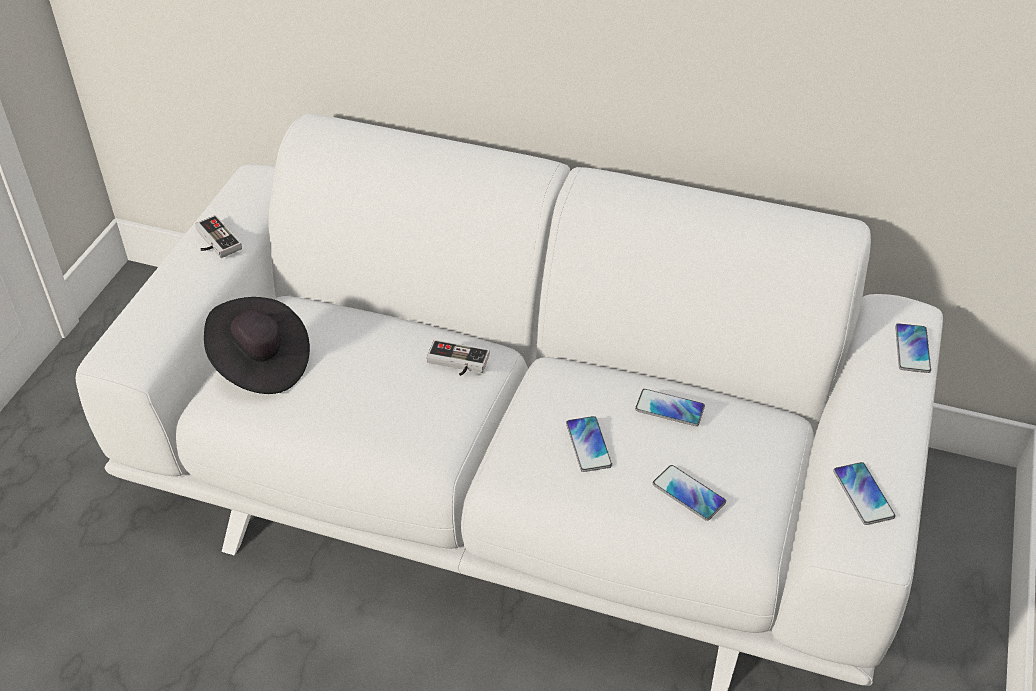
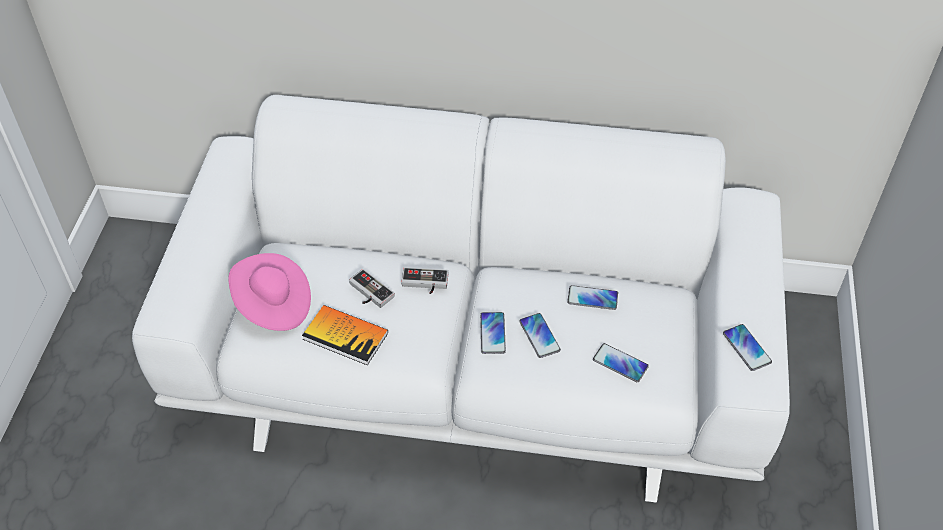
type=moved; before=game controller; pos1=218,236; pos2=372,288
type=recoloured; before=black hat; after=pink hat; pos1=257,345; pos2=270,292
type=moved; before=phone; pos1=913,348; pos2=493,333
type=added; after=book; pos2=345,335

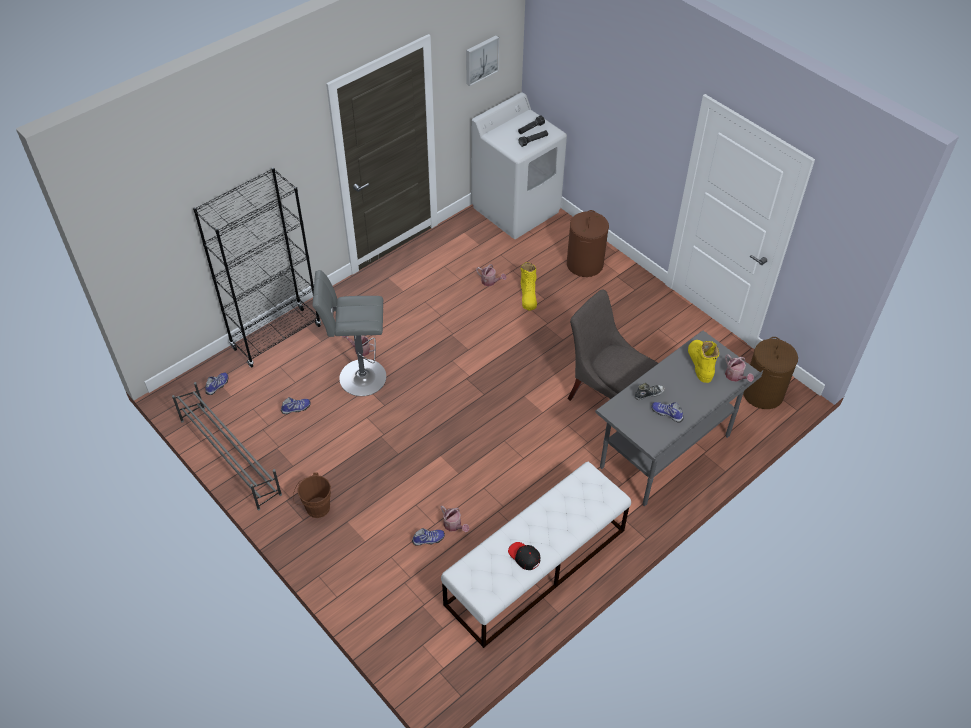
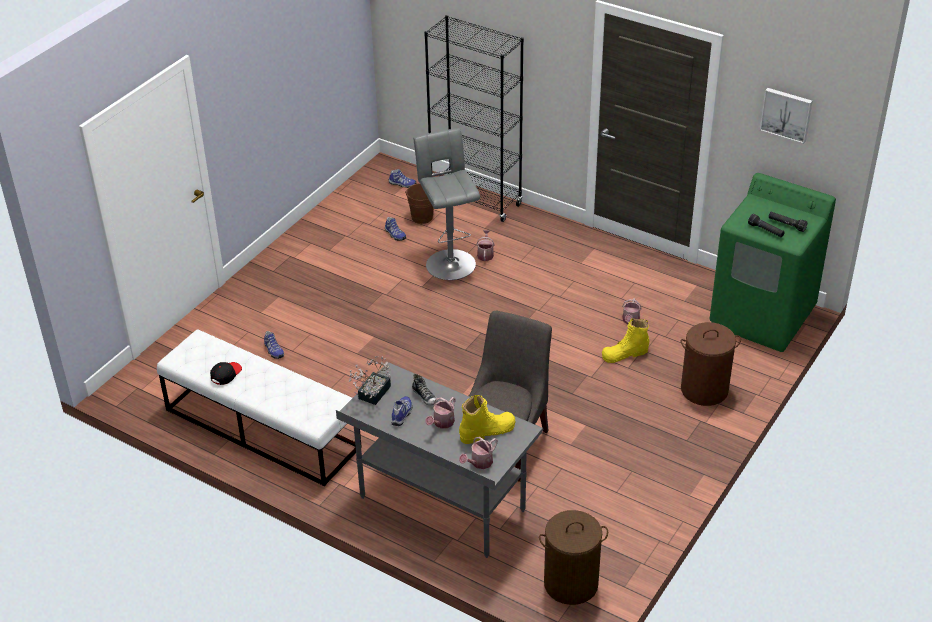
type=recoloured; before=white washing machine; after=green washing machine; pos1=519,165; pos2=772,262
type=removed; before=grey shoe rack; pos1=227,446
type=moved; before=brown bucket; pos1=312,495; pos2=419,203
type=moved; before=watering can; pos1=455,519; pos2=440,413
type=added; after=potted plant; pos2=370,380

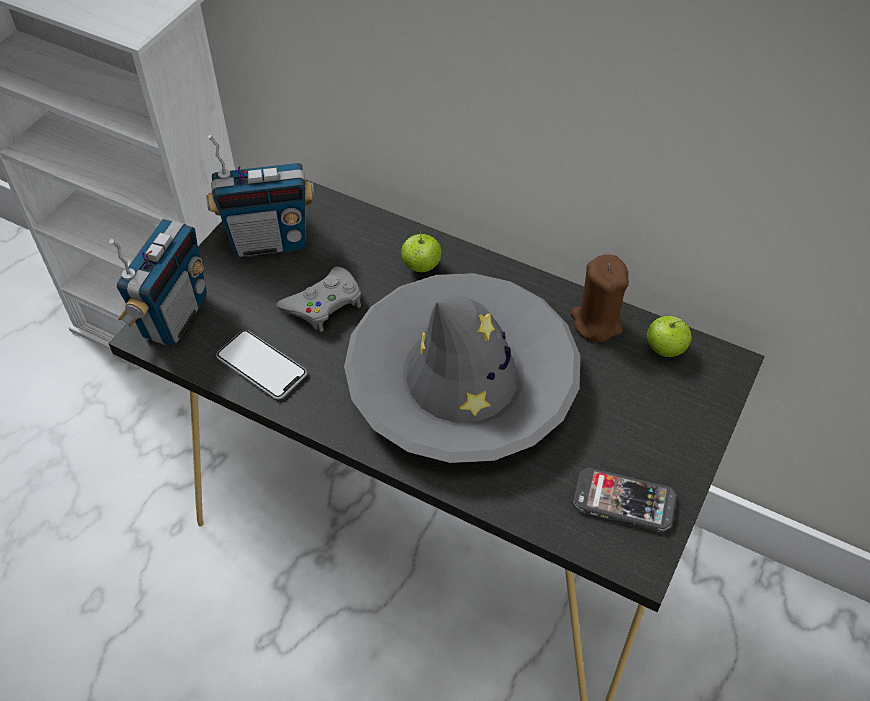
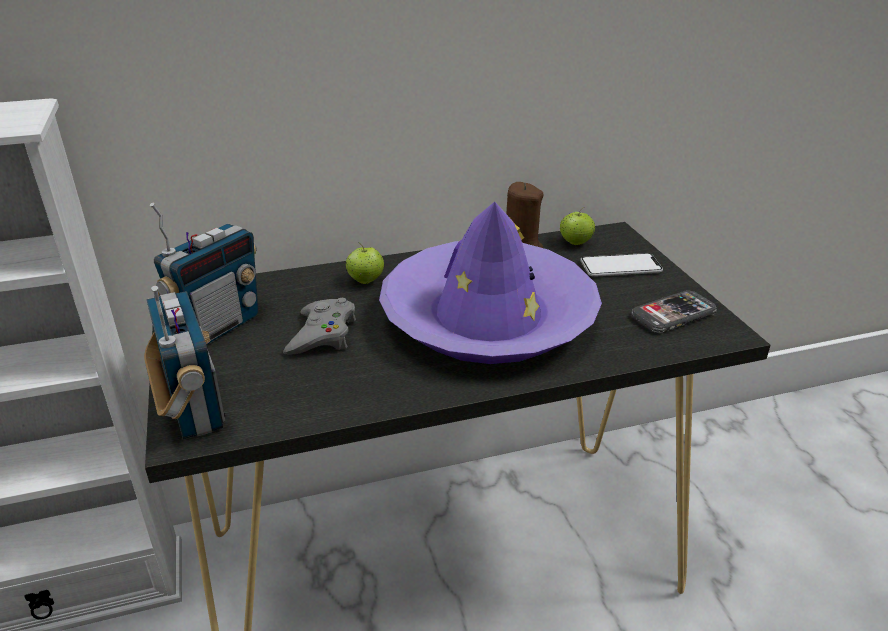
type=recoloured; before=grey hat; after=purple hat; pos1=462,368; pos2=490,283
type=moved; before=phone; pos1=261,364; pos2=621,265

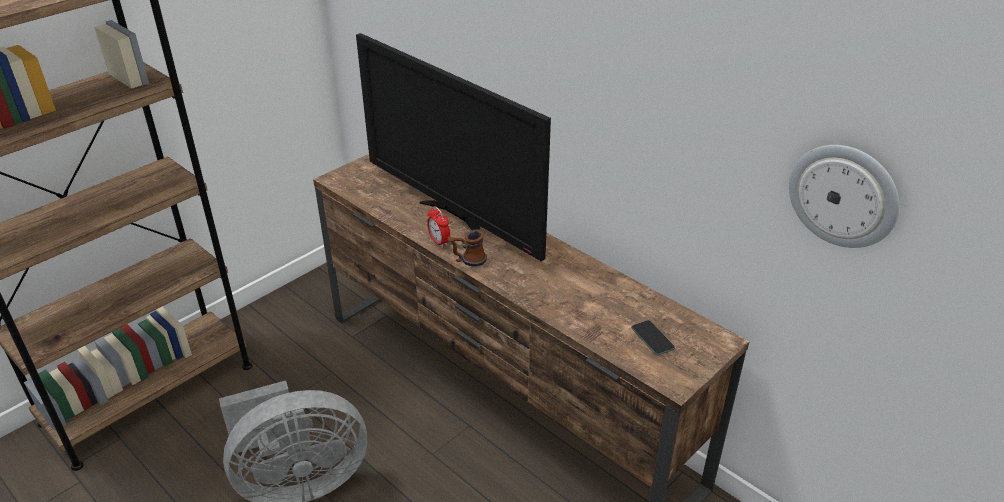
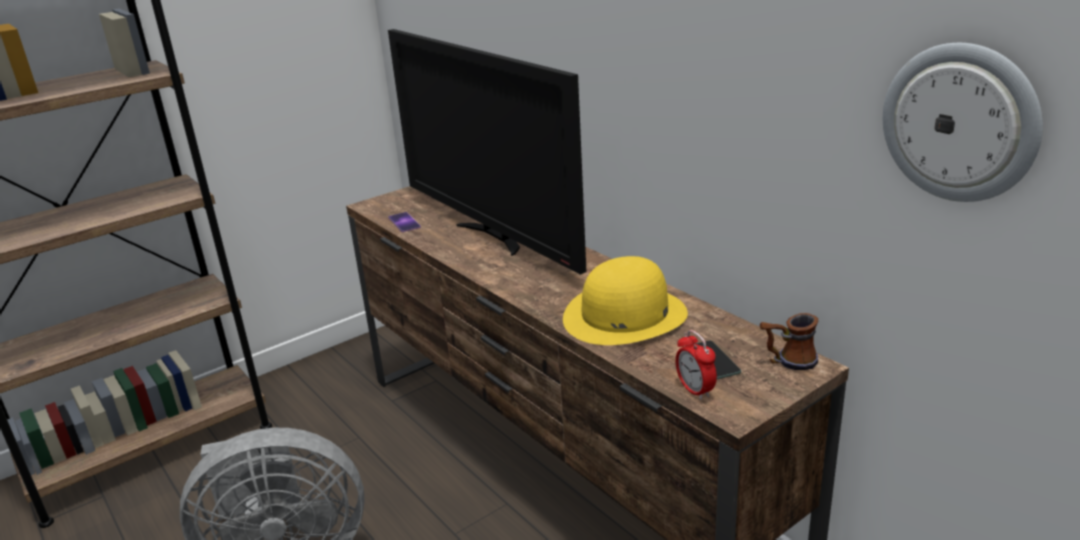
type=moved; before=alarm clock; pos1=438,226; pos2=696,365
type=moved; before=mug; pos1=467,247; pos2=789,341
type=added; after=phone; pos2=404,222
type=added; after=yellow hat; pos2=625,300

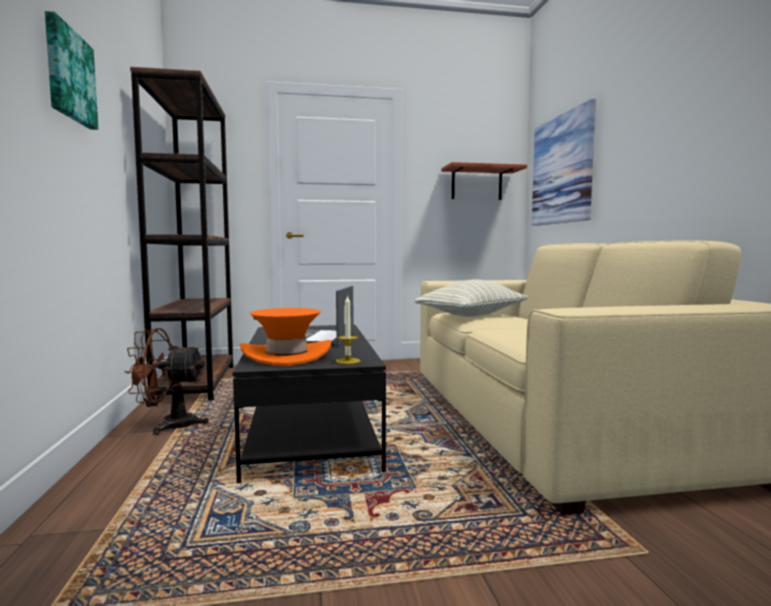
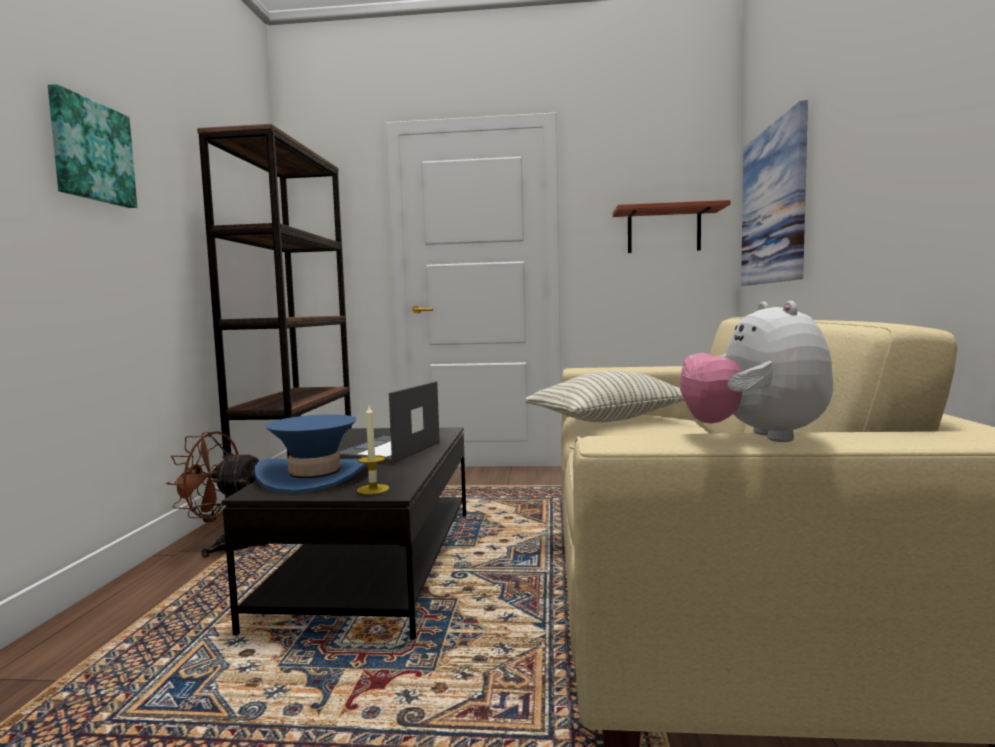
type=recoloured; before=orange hat; after=blue hat; pos1=285,337; pos2=311,454
type=added; after=plush toy; pos2=756,371

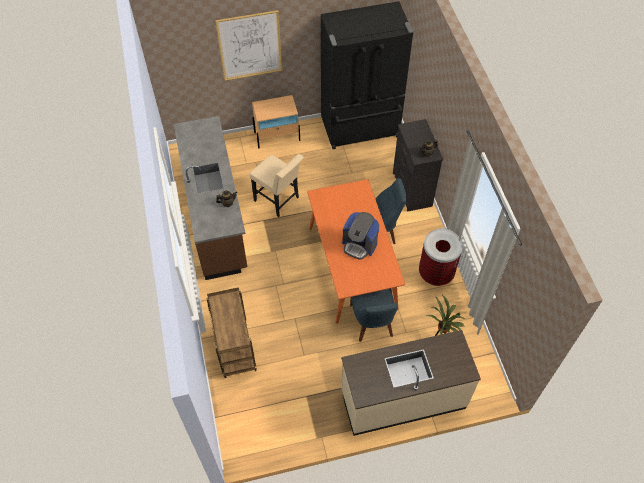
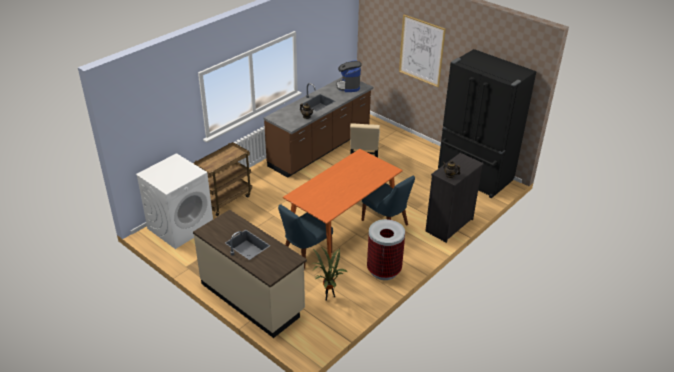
type=removed; before=beige nightstand; pos1=276,121
type=moved; before=coffee machine; pos1=360,236; pos2=349,76
type=added; after=white washing machine; pos2=174,201

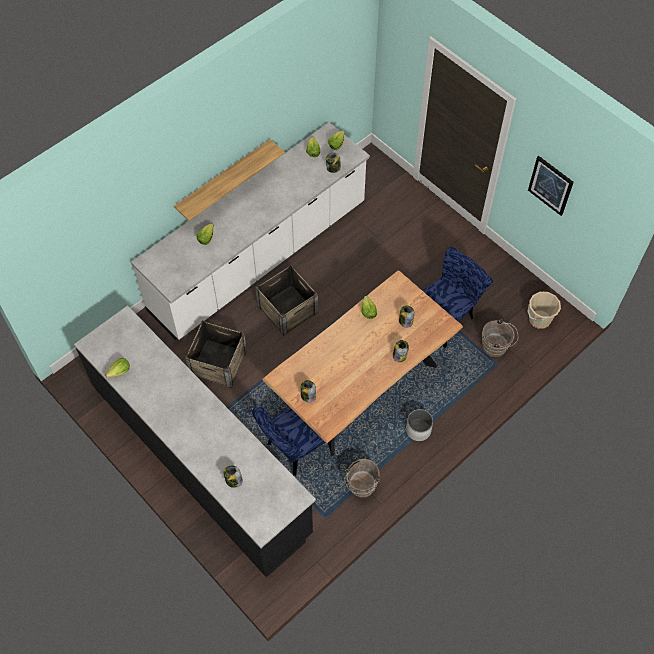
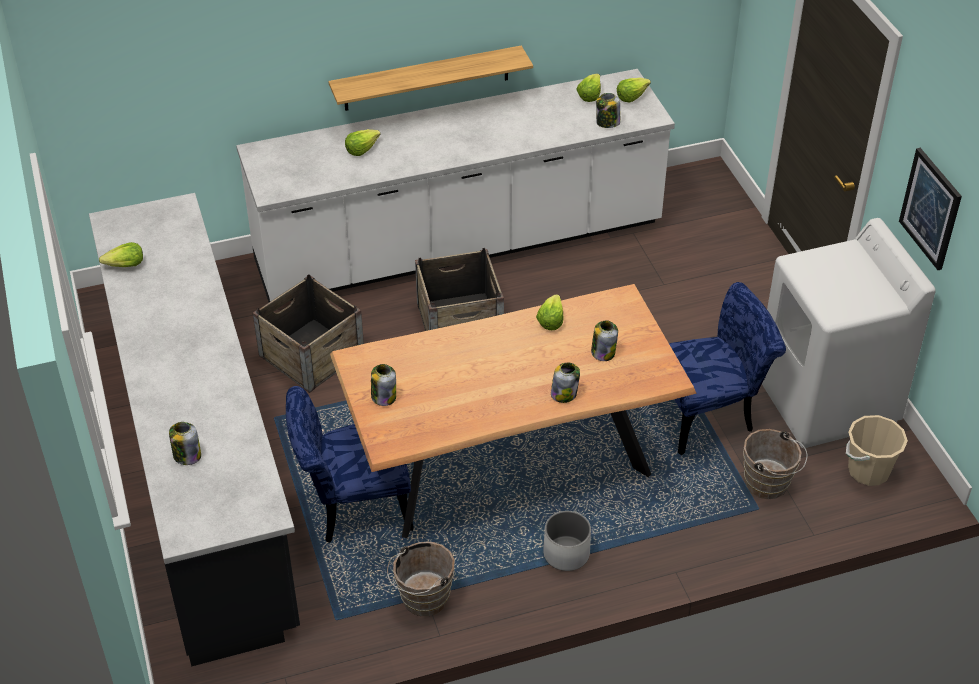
type=added; after=white washing machine; pos2=848,333

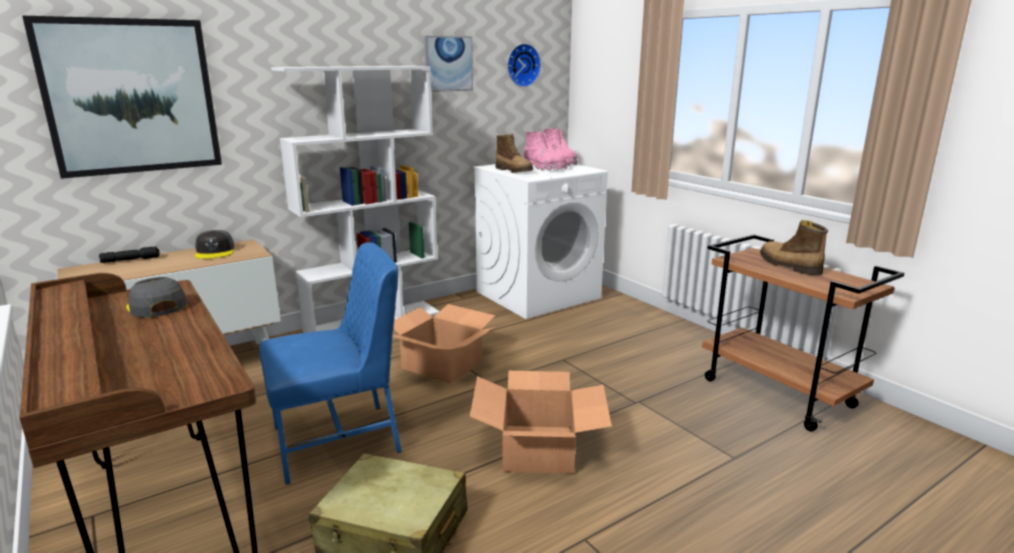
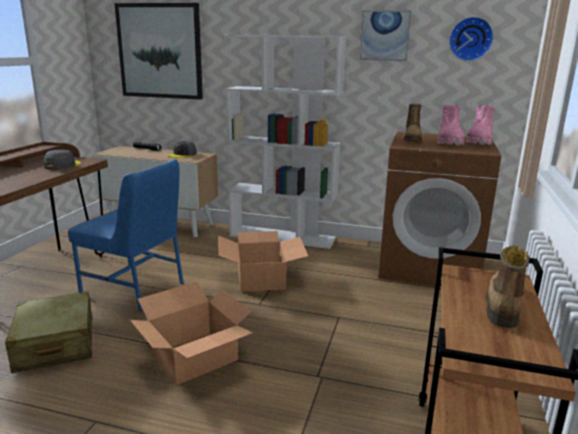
type=recoloured; before=white washing machine; after=brown washing machine; pos1=540,241; pos2=440,209

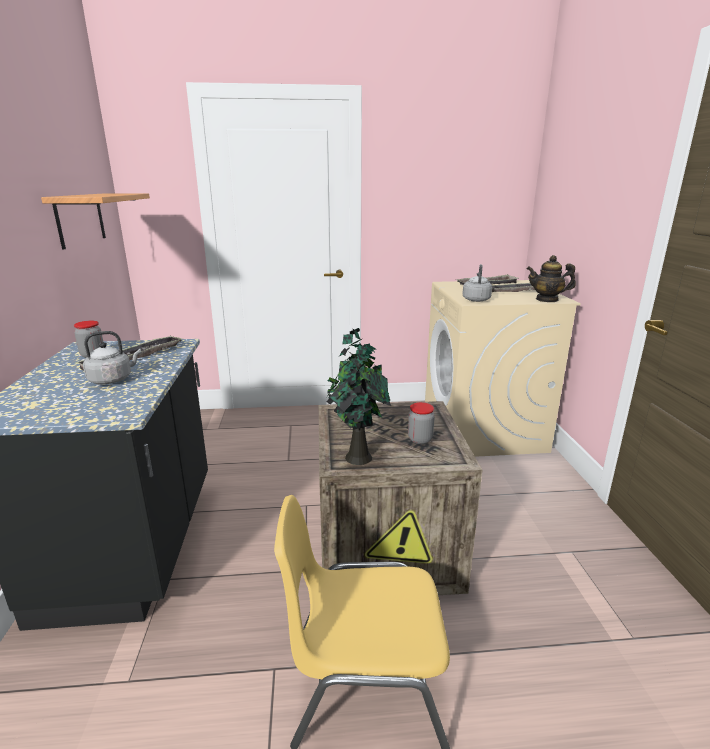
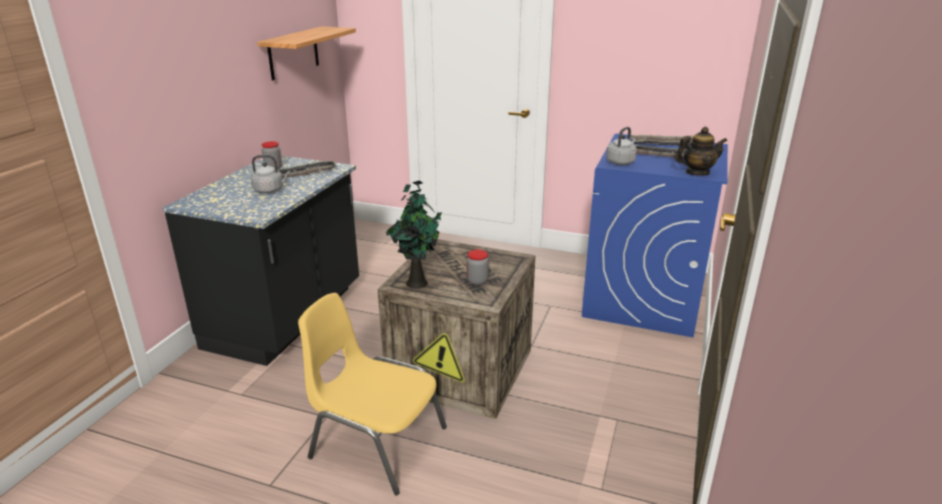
type=turned; before=teapot; pos1=551,278; pos2=701,151; turn=135
type=recoloured; before=beige washing machine; after=blue washing machine; pos1=503,368; pos2=655,236

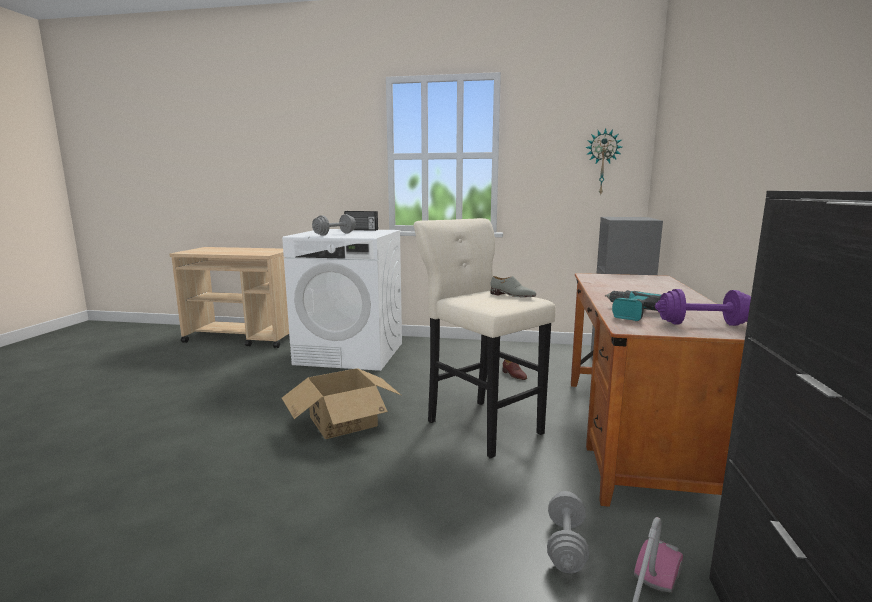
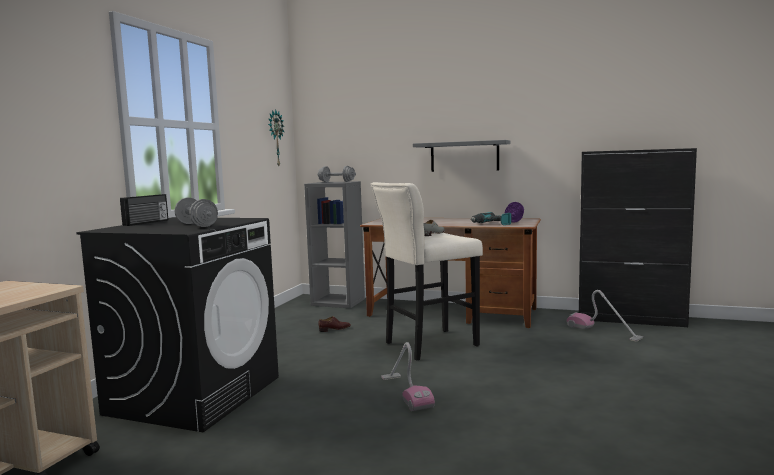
type=recoloured; before=white washing machine; after=black washing machine; pos1=342,300; pos2=177,324
type=replaced; before=cardboard box; after=vacuum cleaner; pos1=341,403; pos2=408,376
type=moved; before=grey dumbbell; pos1=568,532; pos2=336,174
type=added; after=grey shelf; pos2=461,156

